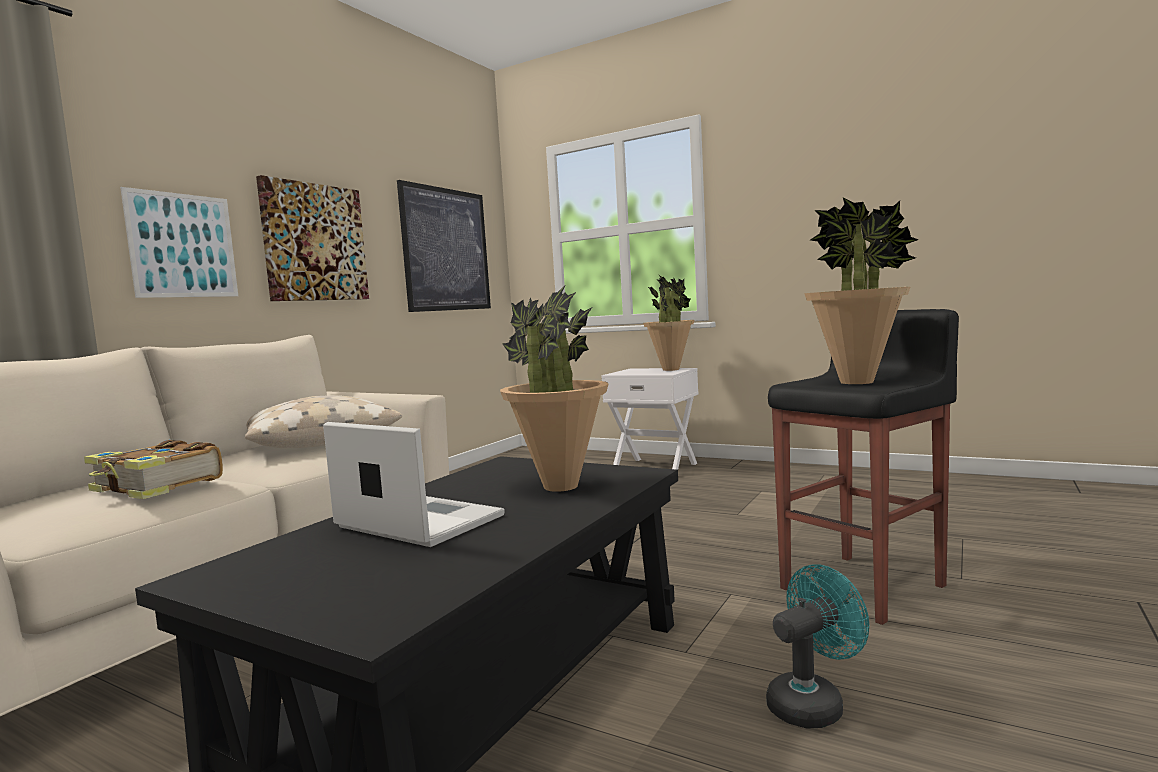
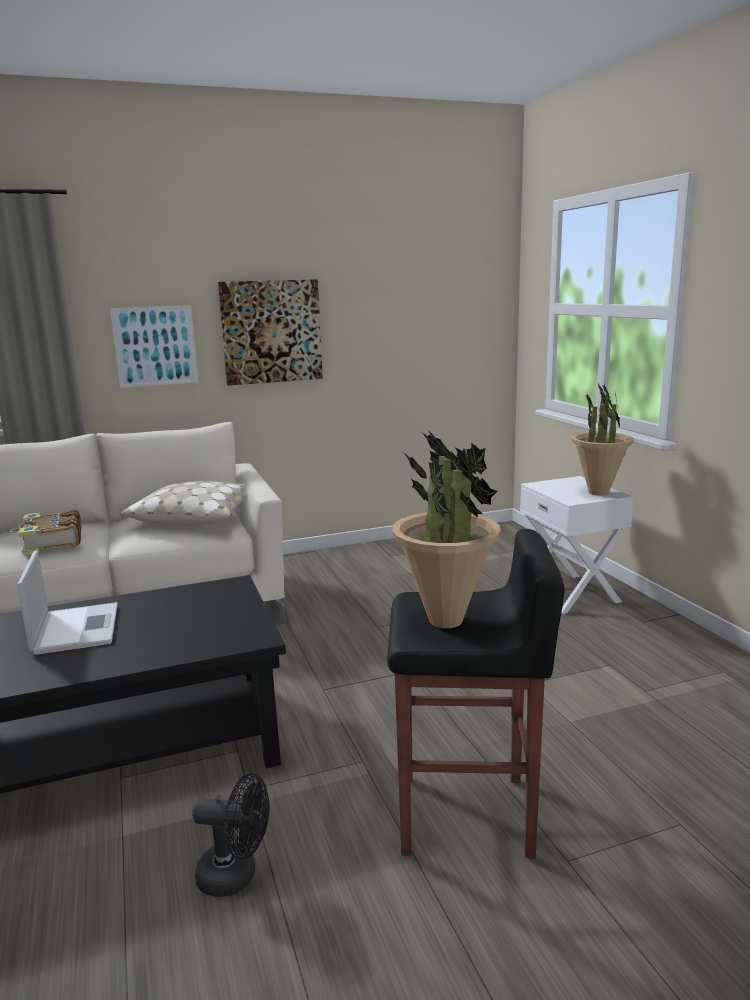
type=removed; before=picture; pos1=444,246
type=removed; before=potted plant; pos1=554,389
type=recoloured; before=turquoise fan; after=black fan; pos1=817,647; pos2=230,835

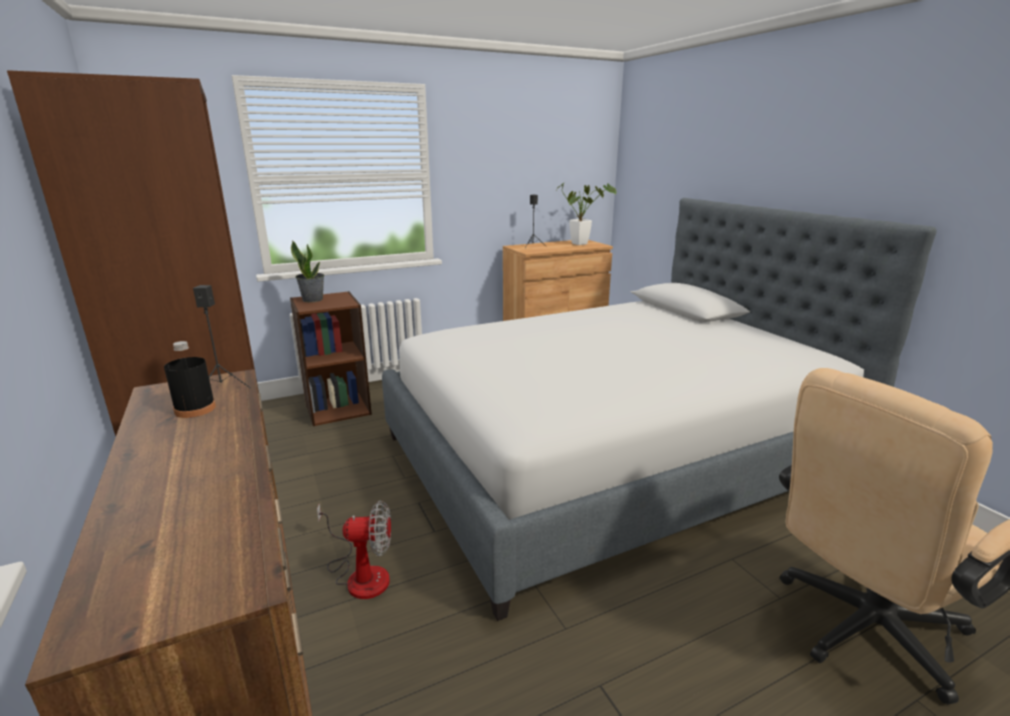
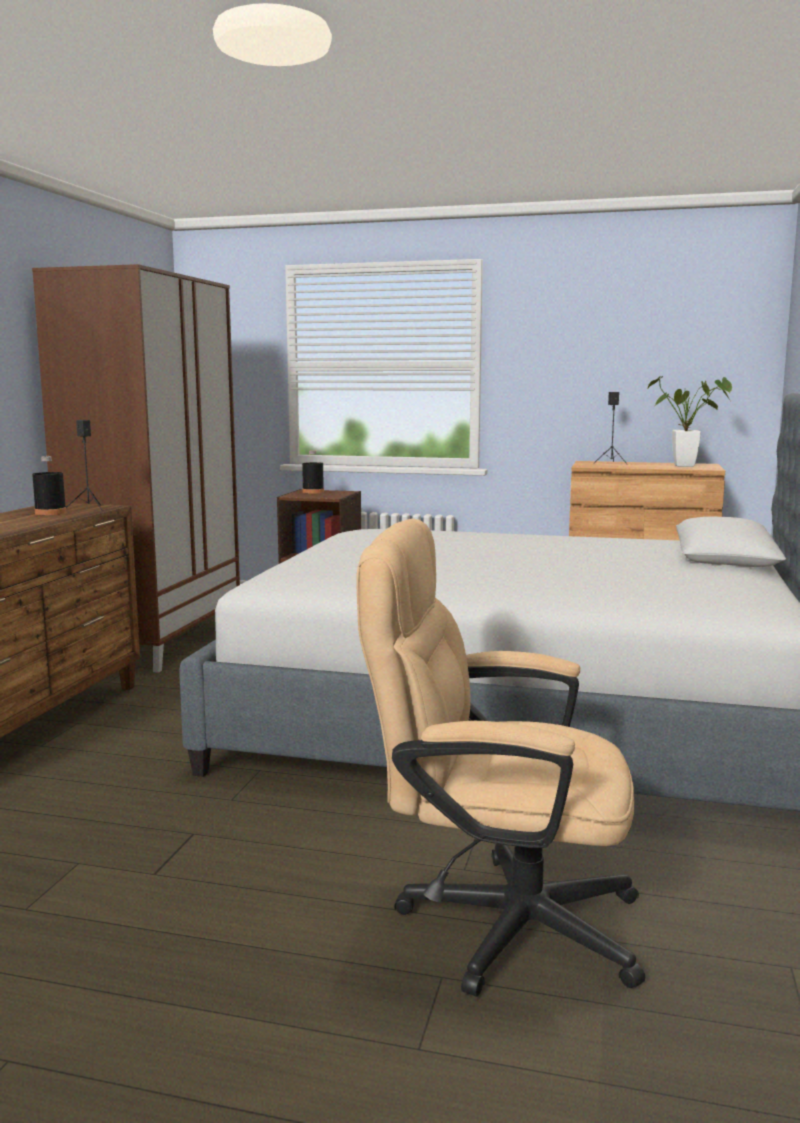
type=replaced; before=potted plant; after=black bottle; pos1=307,271; pos2=313,472
type=removed; before=fan; pos1=354,550

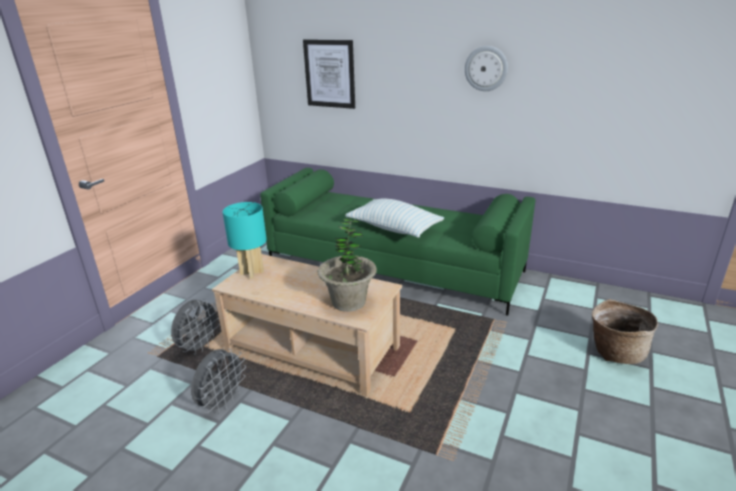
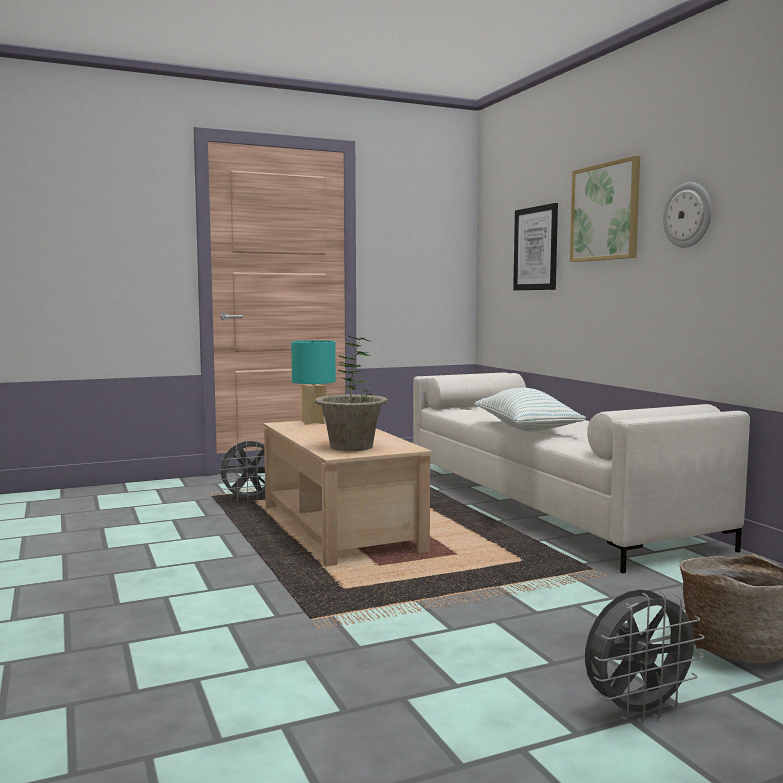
type=recoloured; before=green sofa; after=white sofa; pos1=397,242; pos2=581,472
type=moved; before=grey fan; pos1=218,381; pos2=645,656
type=added; after=picture; pos2=605,209

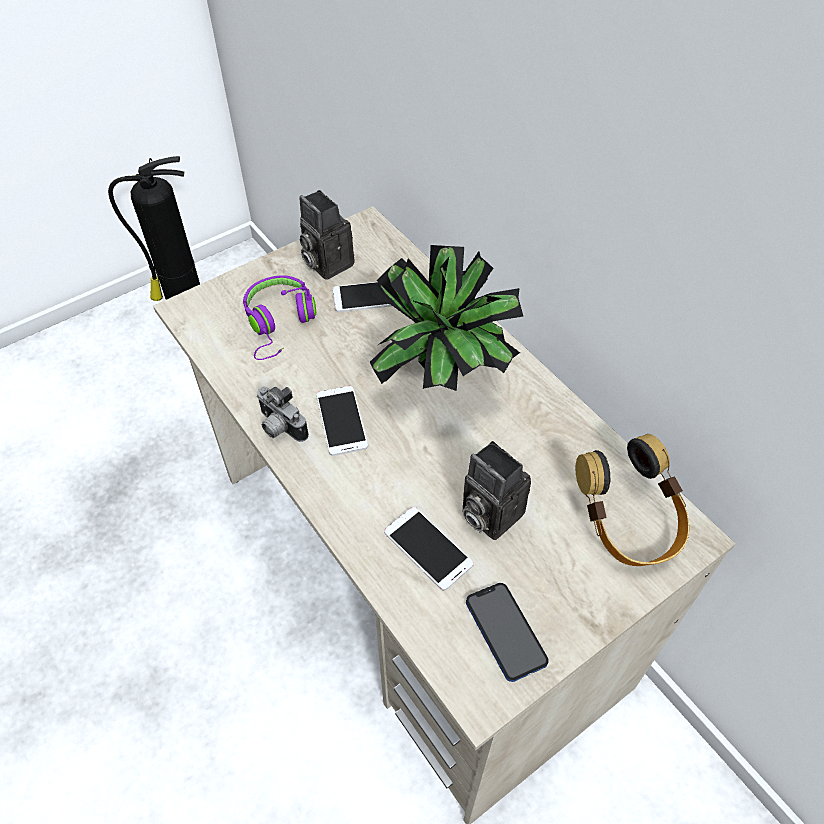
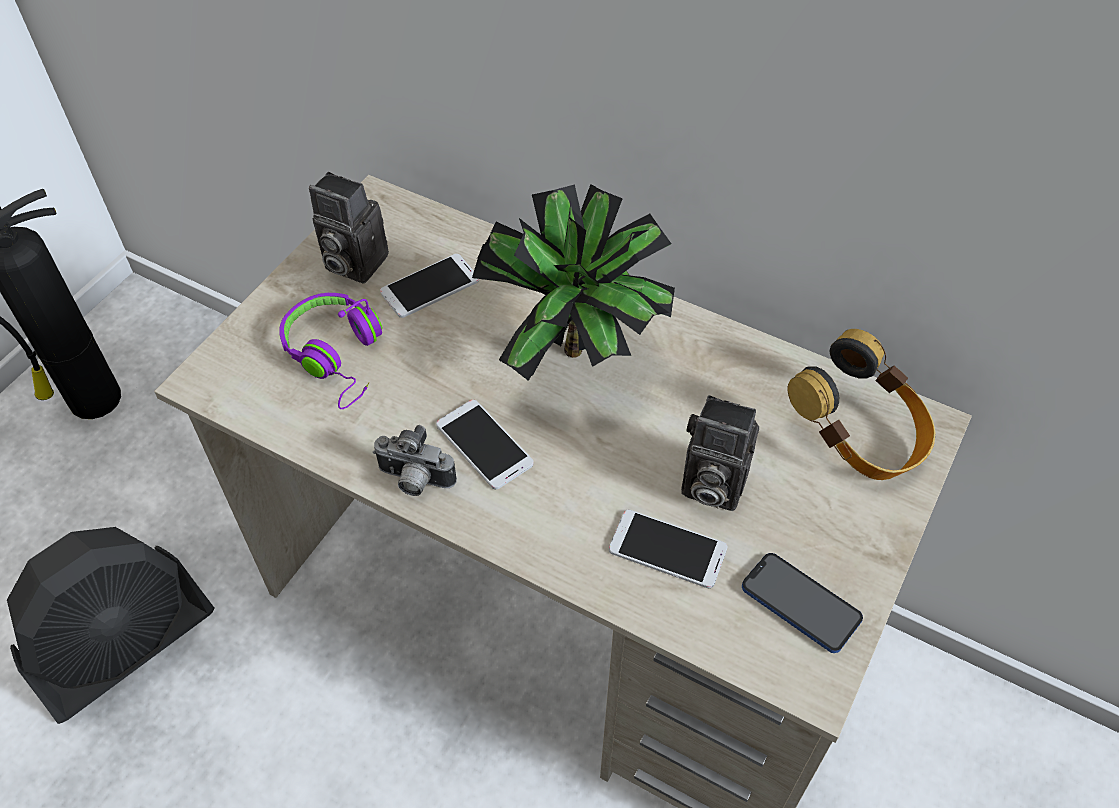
type=added; after=black fan; pos2=111,625

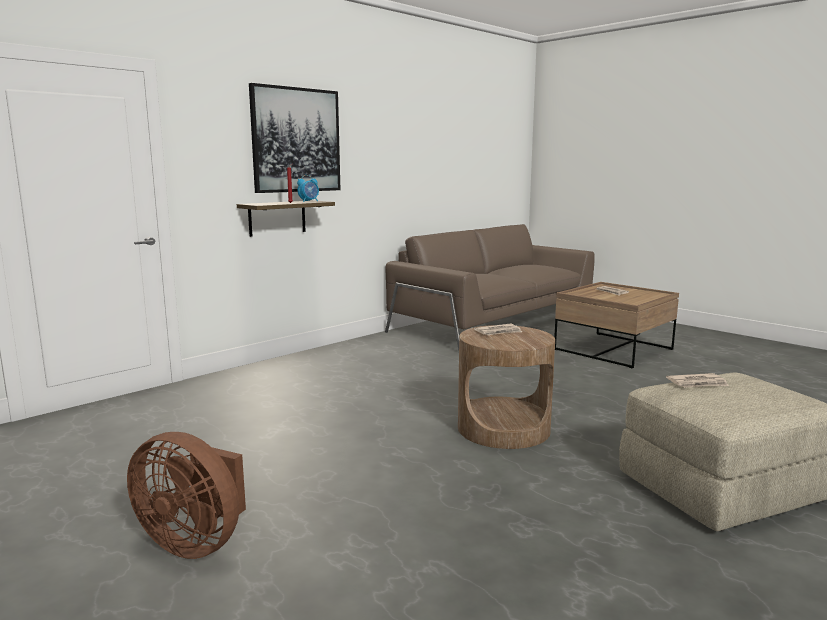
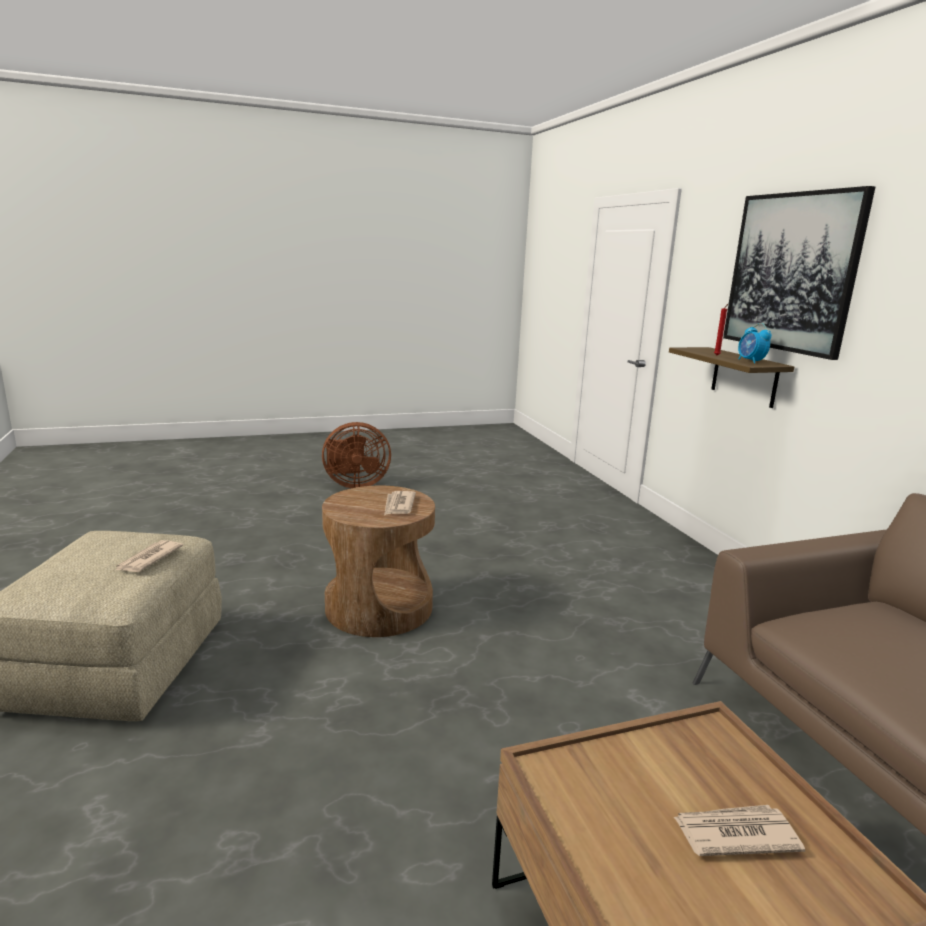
type=turned; before=brown fan; pos1=186,495; pos2=356,455; turn=-150

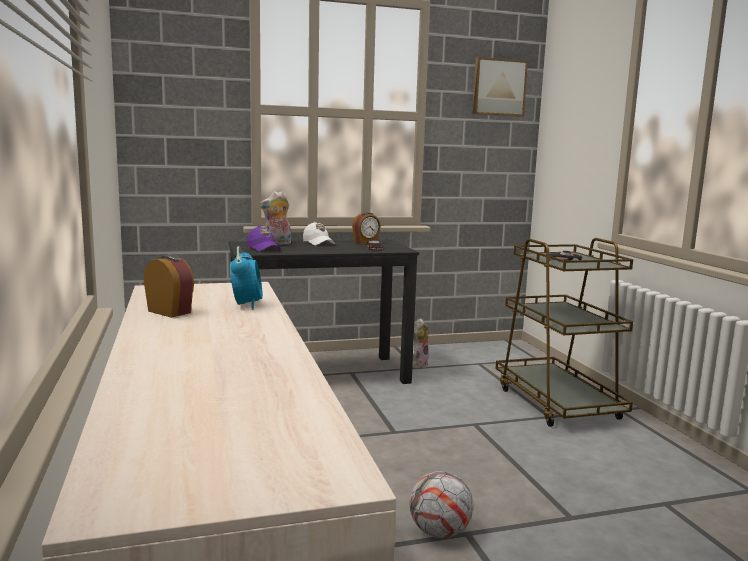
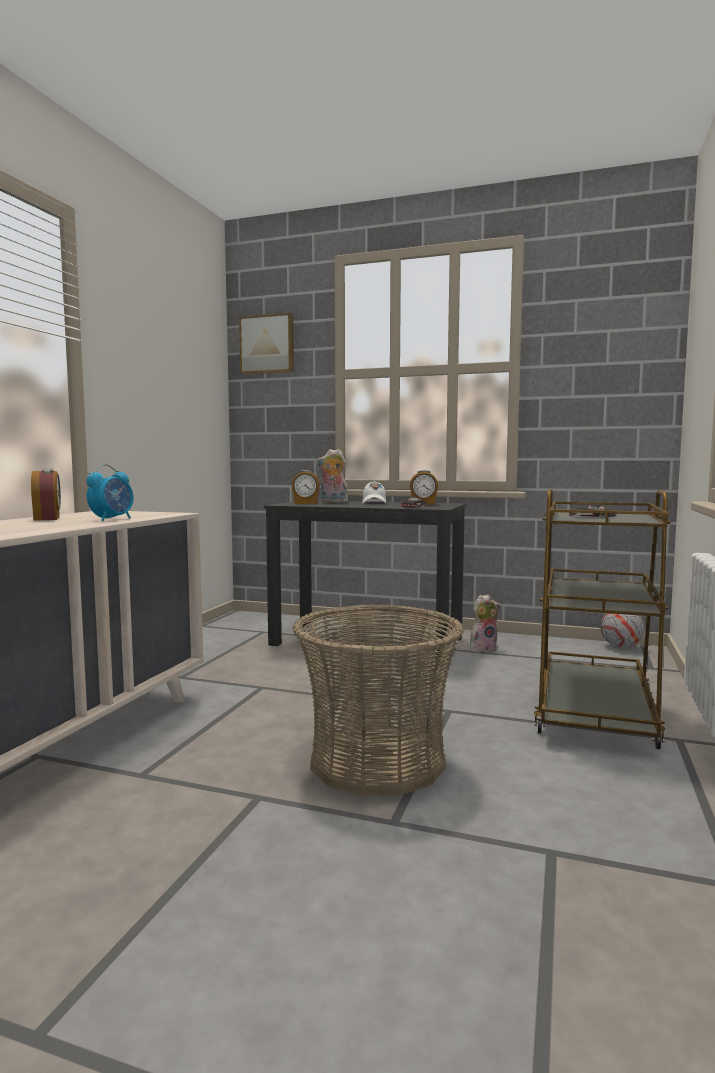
type=moved; before=picture; pos1=500,87; pos2=266,344
type=replaced; before=purple cap; after=alarm clock; pos1=264,239; pos2=306,487
type=moved; before=football; pos1=441,504; pos2=622,630
type=added; after=basket; pos2=378,700

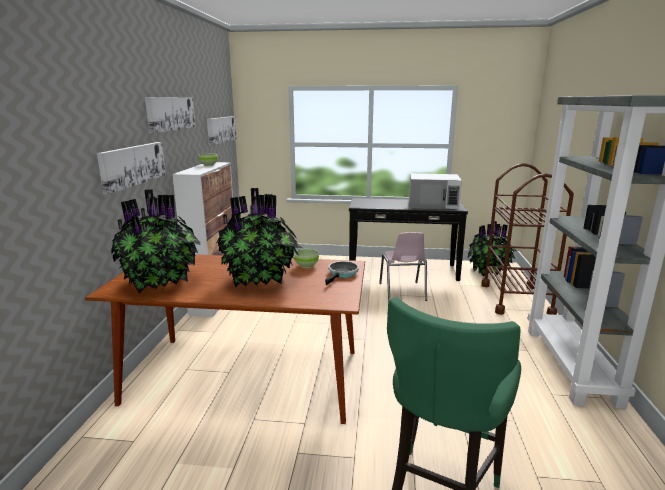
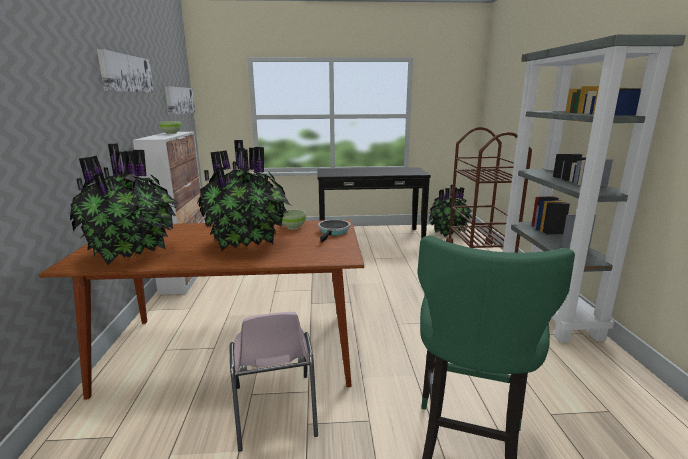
type=removed; before=picture; pos1=131,168
type=removed; before=white microwave; pos1=435,191
type=moved; before=pink chair; pos1=403,266; pos2=274,382

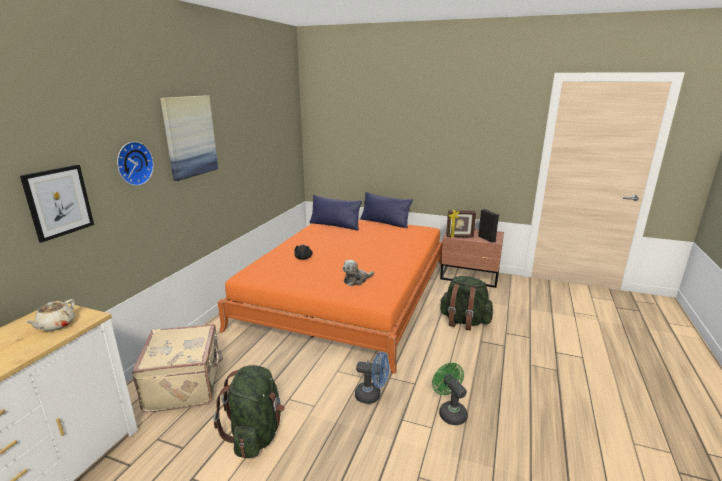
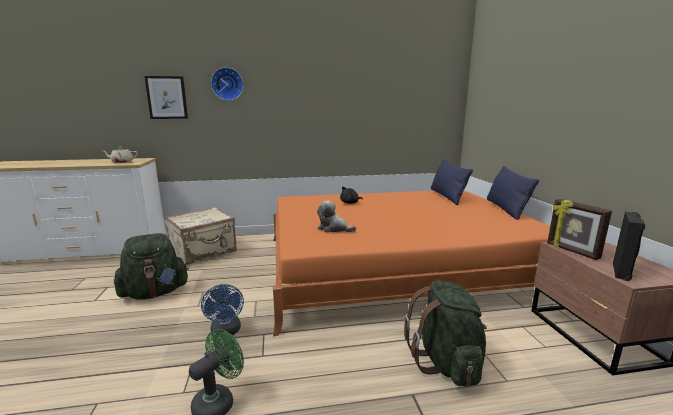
type=removed; before=picture; pos1=189,138

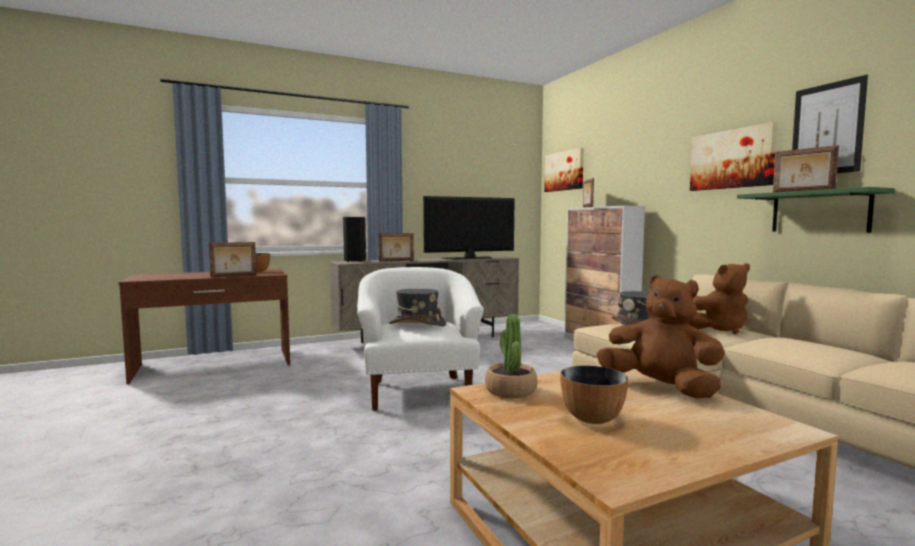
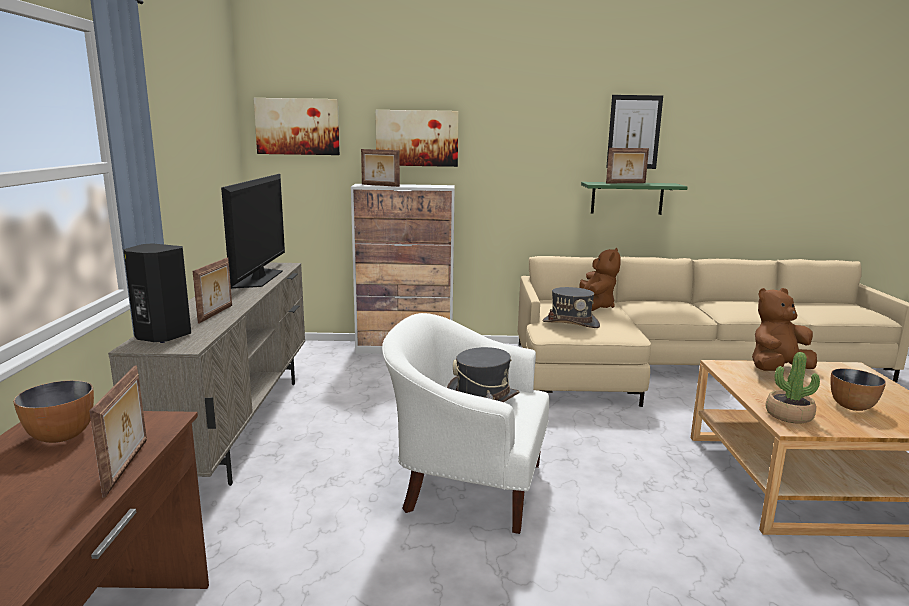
type=moved; before=picture; pos1=733,156; pos2=417,138

